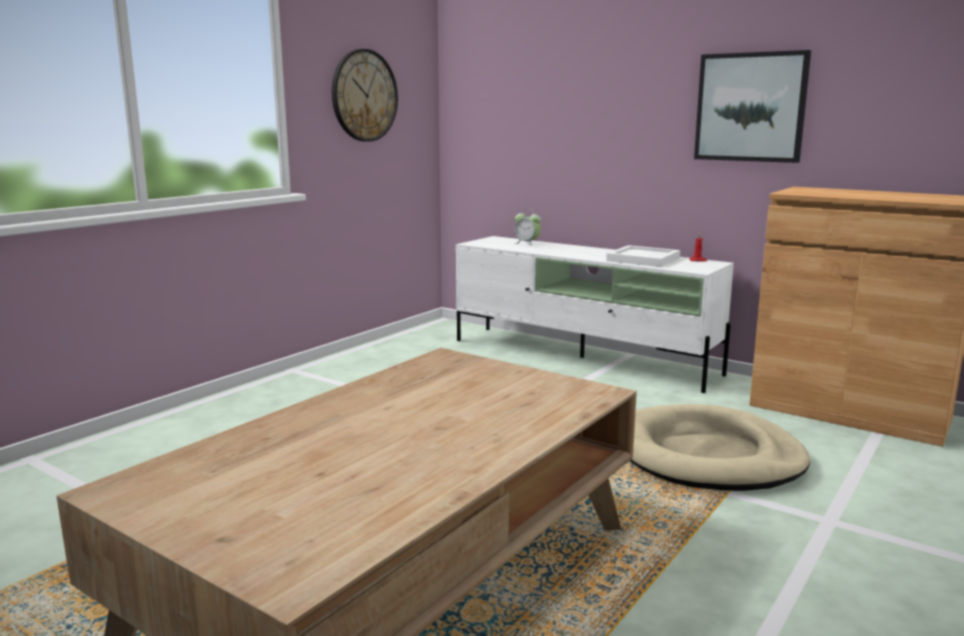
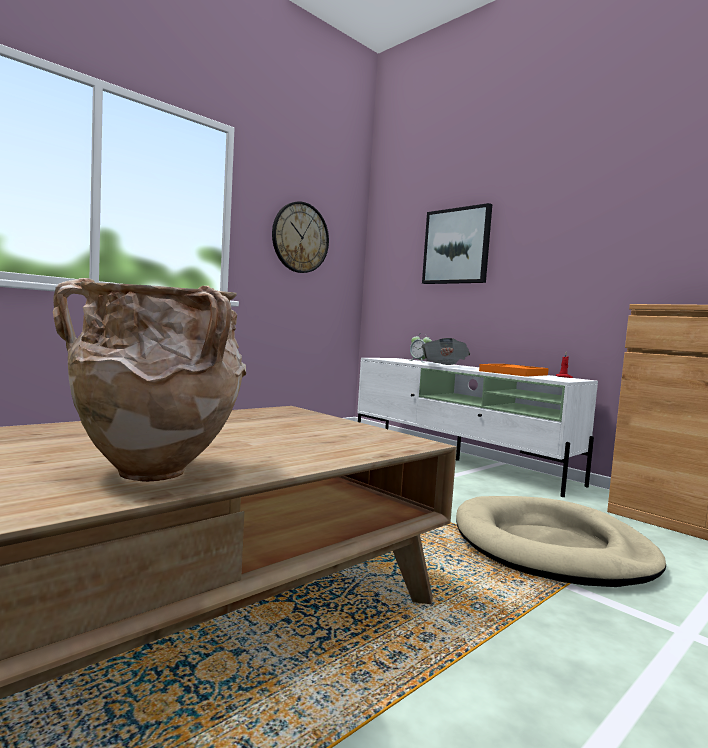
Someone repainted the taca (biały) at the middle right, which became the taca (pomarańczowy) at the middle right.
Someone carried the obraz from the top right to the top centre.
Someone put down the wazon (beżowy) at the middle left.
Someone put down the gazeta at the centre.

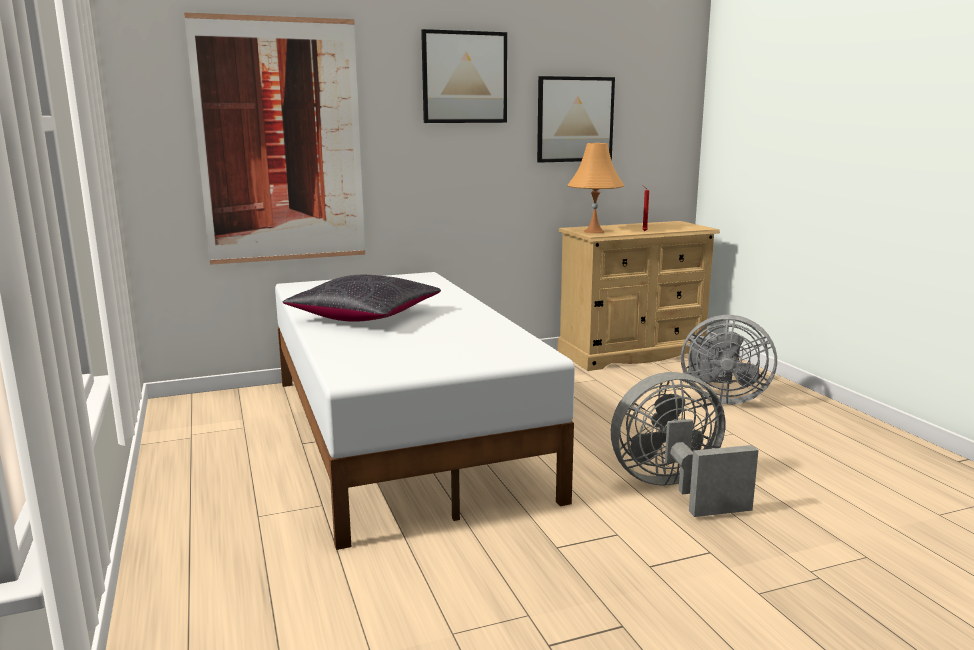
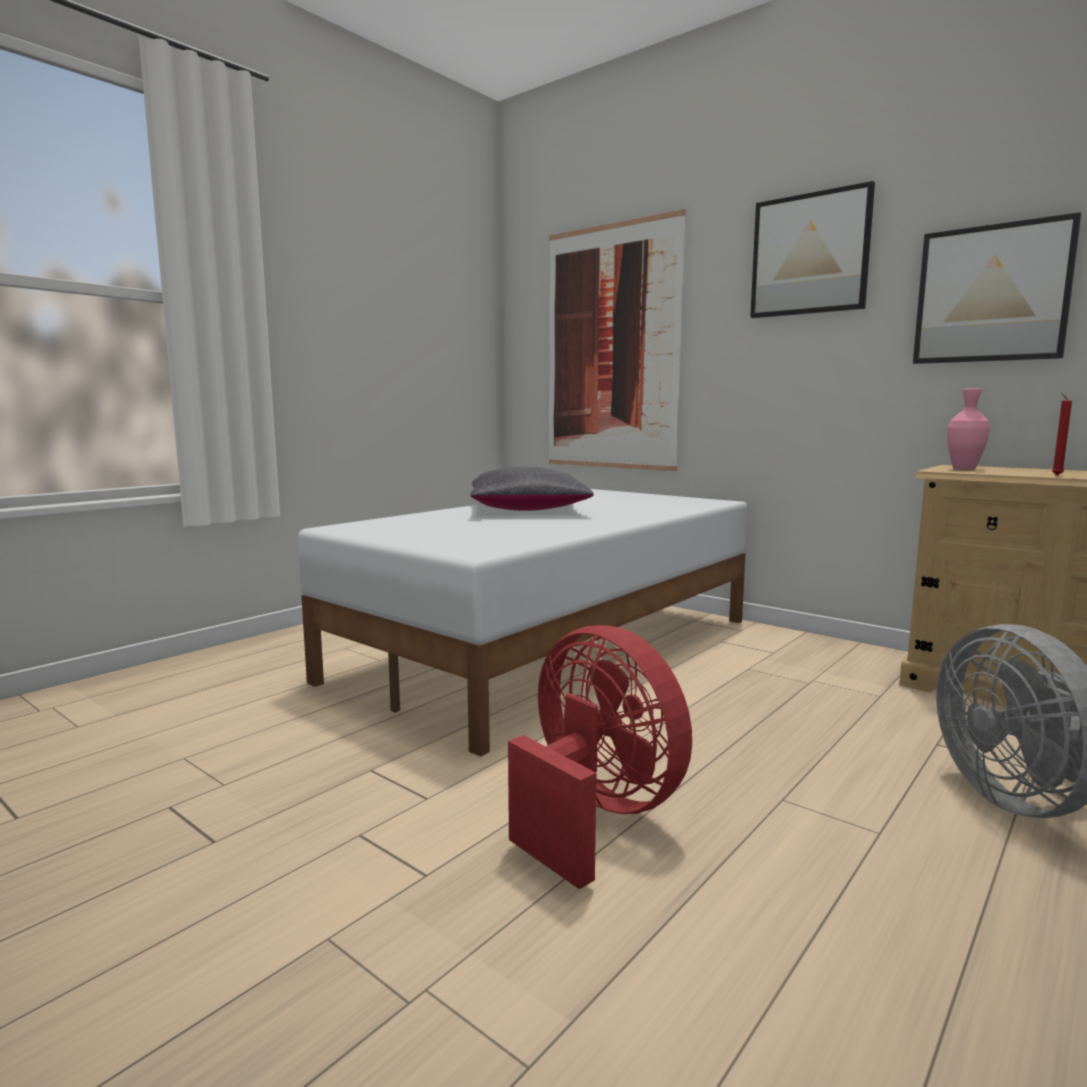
Someone swapped the lampa stołowa (pomarańczowy) at the top centre for the wazon (różowy) at the middle right.
Someone repainted the wentylator (szary) (1st from left) at the bottom right, which became the wentylator (czerwony) at the bottom centre.

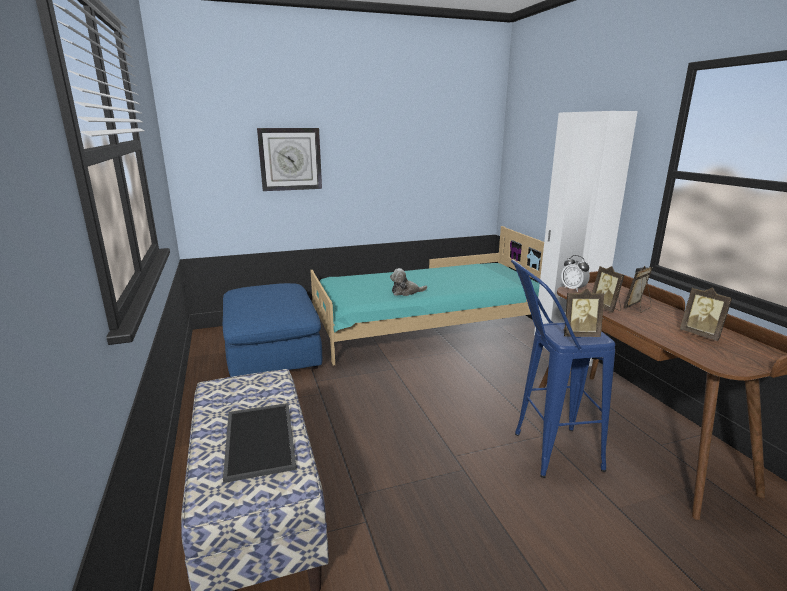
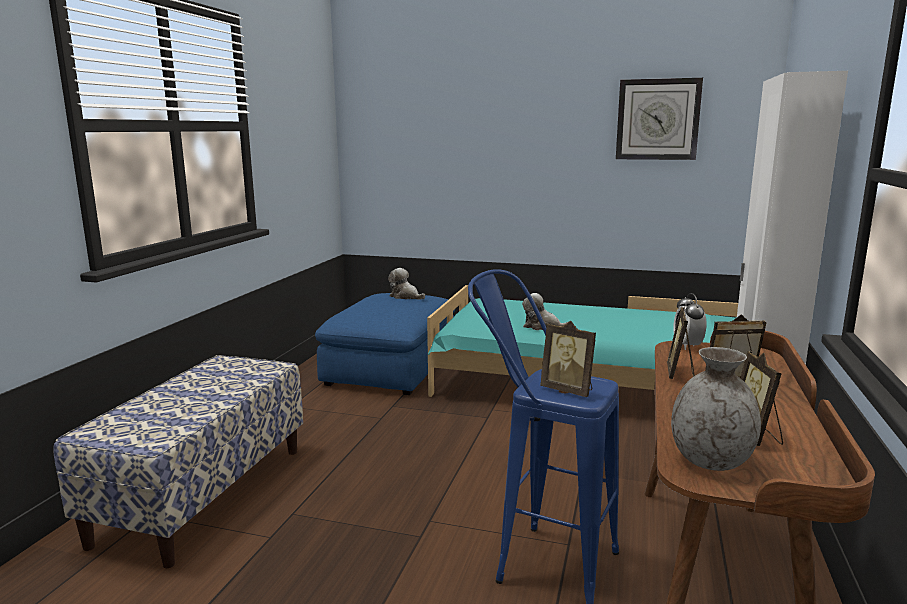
Someone took away the taca at the bottom left.
Someone carried the zegar ścienny from the top centre to the top right.
Someone put down the pluszak (1st from left) at the centre.
Someone put down the wazon (szary) at the bottom right.

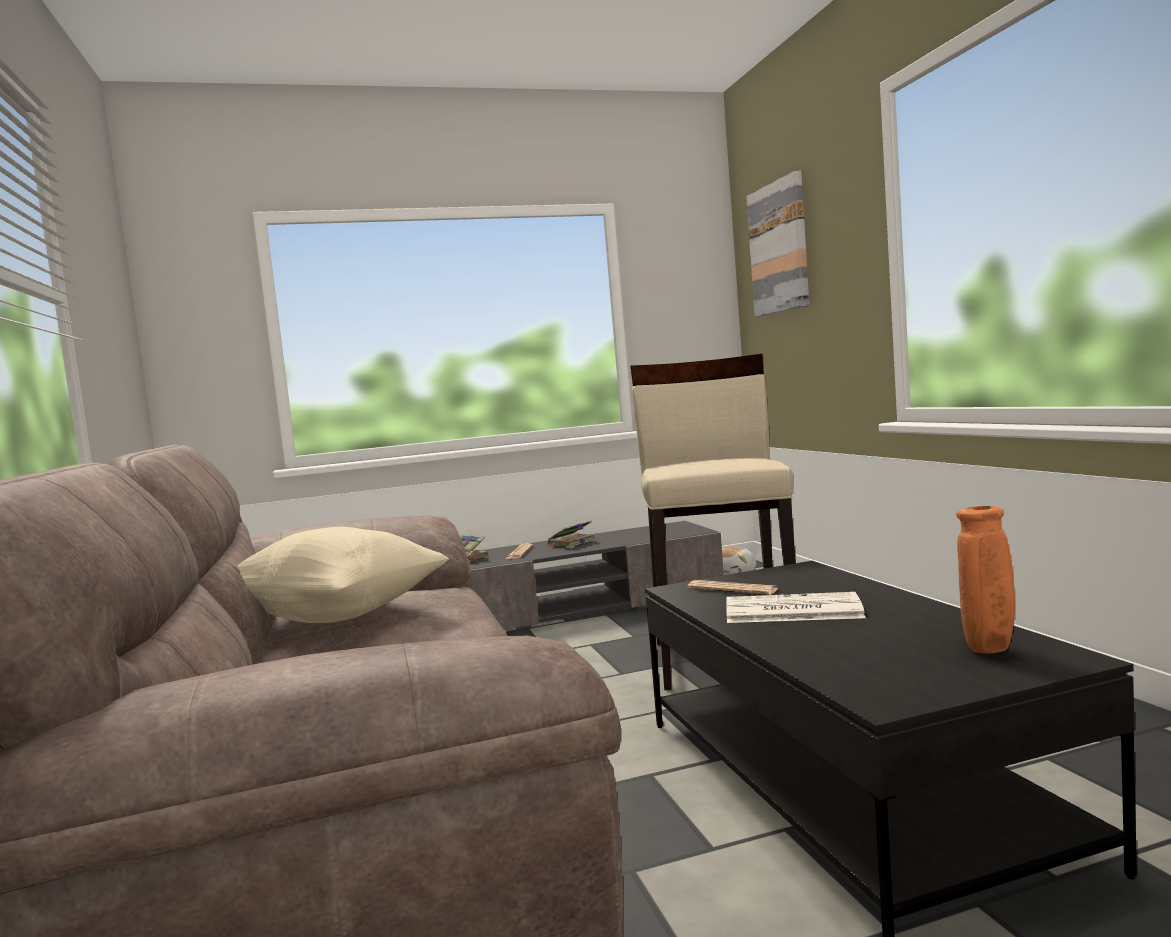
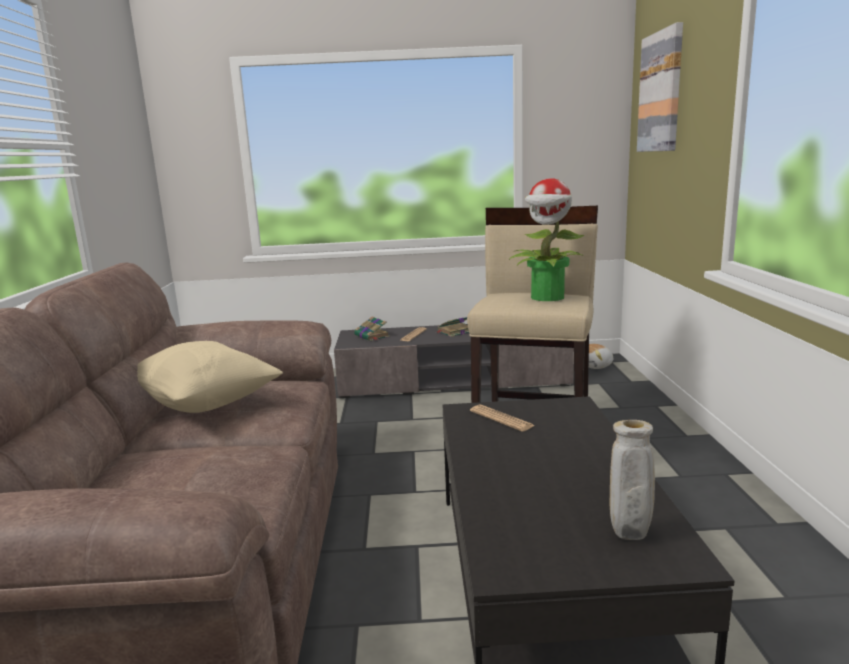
Someone took away the gazeta (3rd from left) at the middle right.
Someone repainted the wazon (pomarańczowy) at the middle right, which became the wazon (beżowy) at the bottom right.
Someone put down the roślina doniczkowa at the centre.

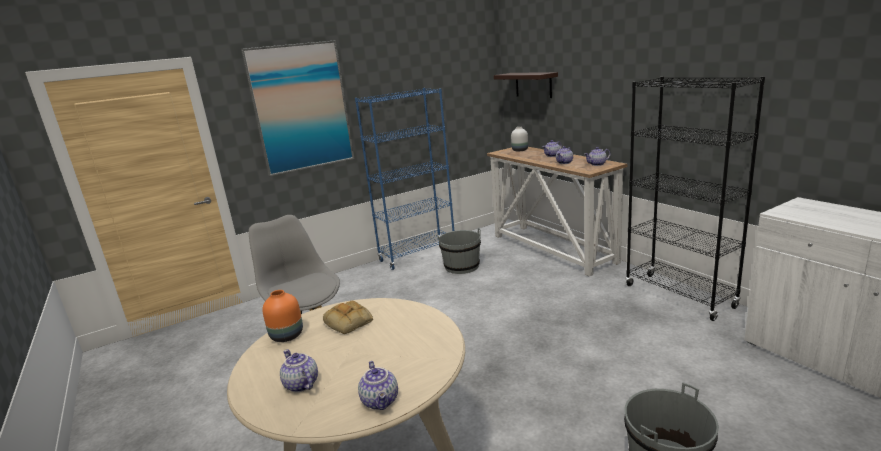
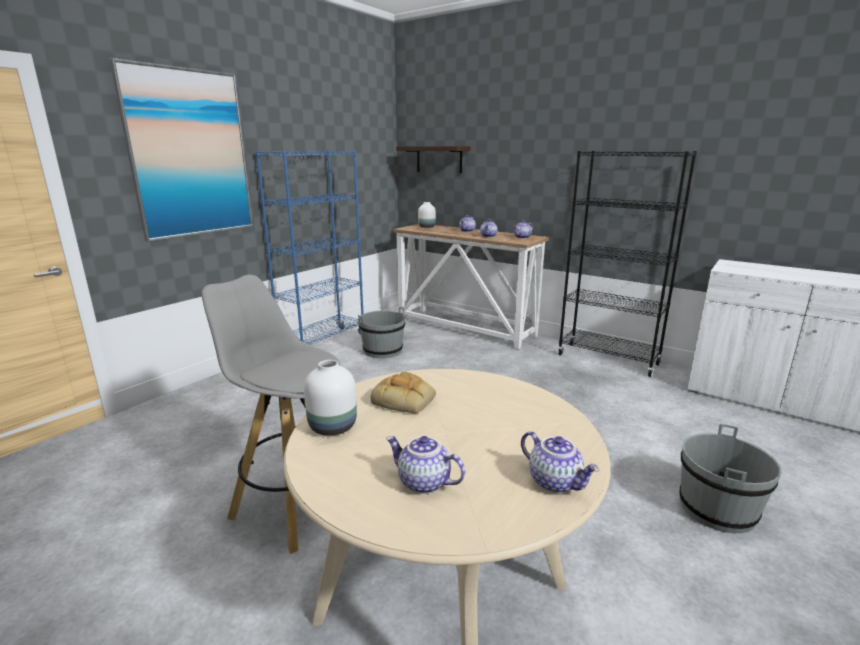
Someone repainted the wazon (pomarańczowy) at the bottom left, which became the wazon (biały) (1st from left) at the centre.

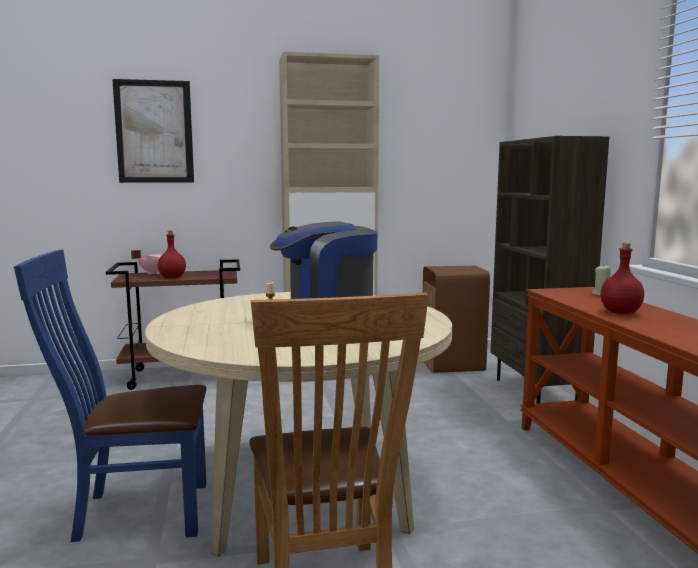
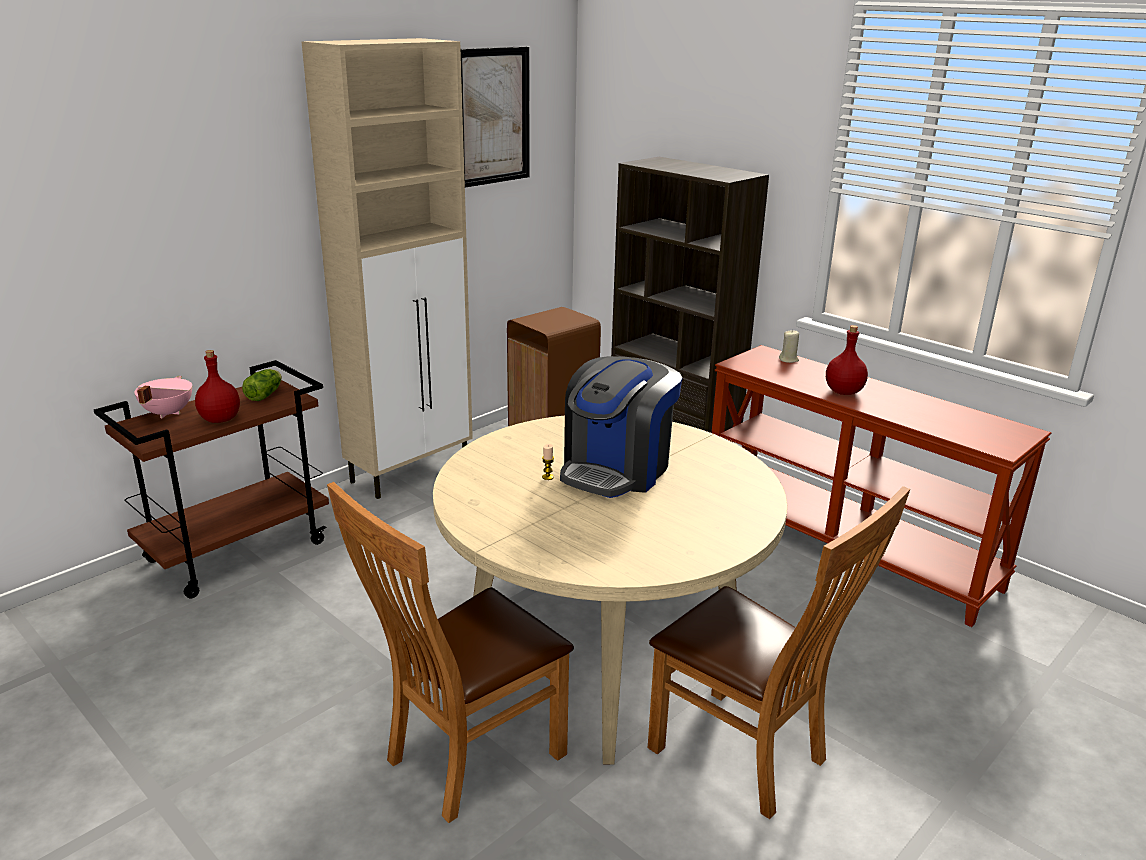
Someone repainted the krzesło (niebieski) at the bottom left, which became the krzesło (brązowy) (1st from left) at the bottom centre.
Someone carried the obraz from the top left to the top centre.
Someone put down the sałata at the middle left.

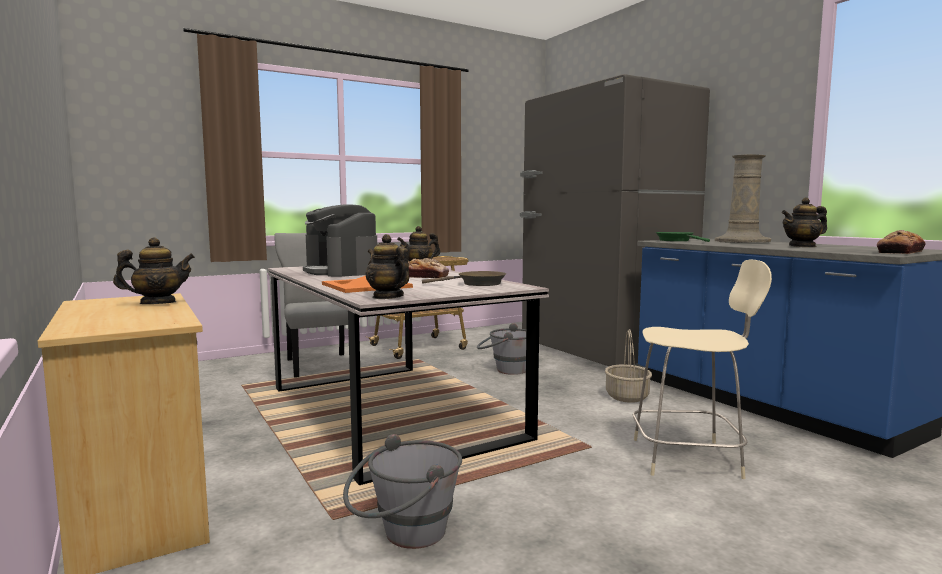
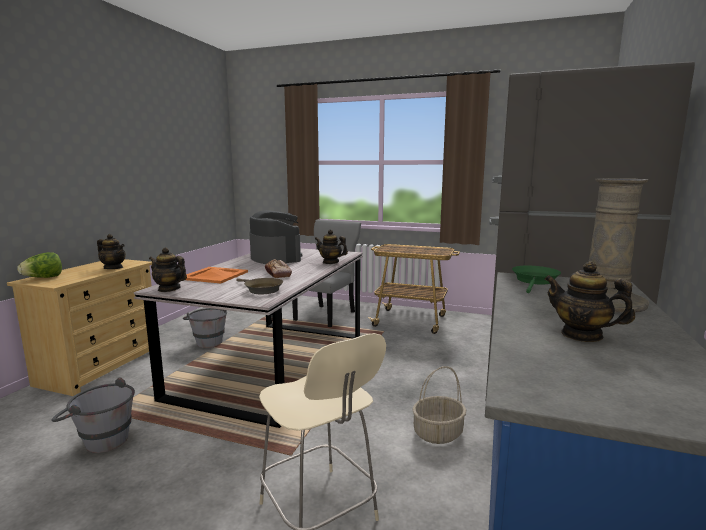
Someone rotated the ekspres do kawy at the centre by 135 degrees clockwise.
Someone rotated the imbryk (2nd from left) at the centre by 75 degrees counterclockwise.
Someone carried the wiadro (szary) (2nd from left) from the centre to the middle left.
Someone took away the chleb (2nd from left) at the middle right.
Someone put down the sałata at the middle left.

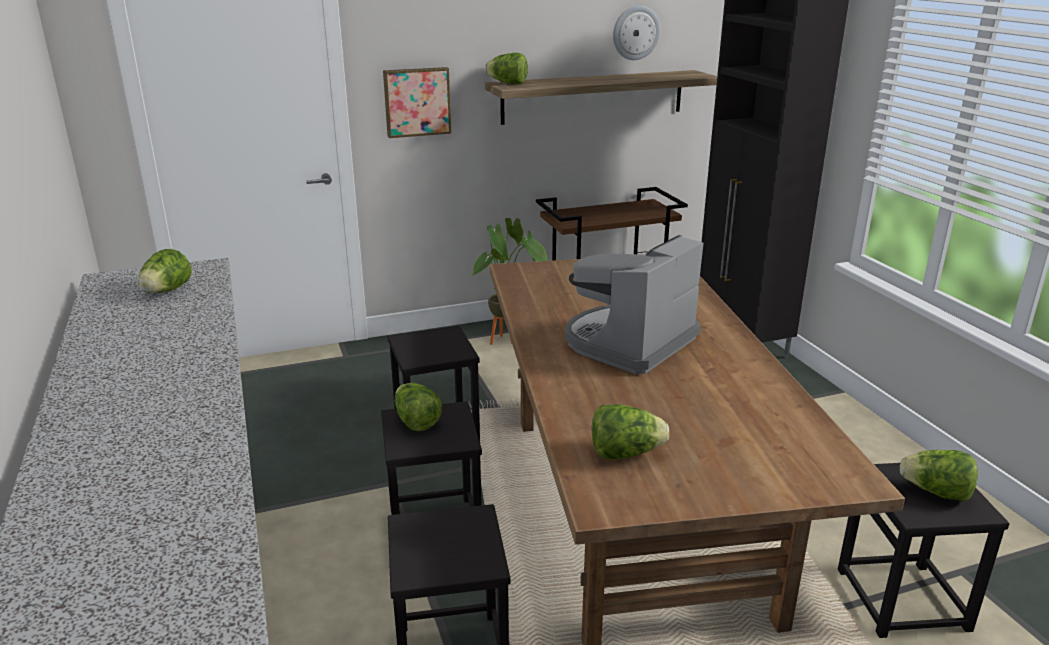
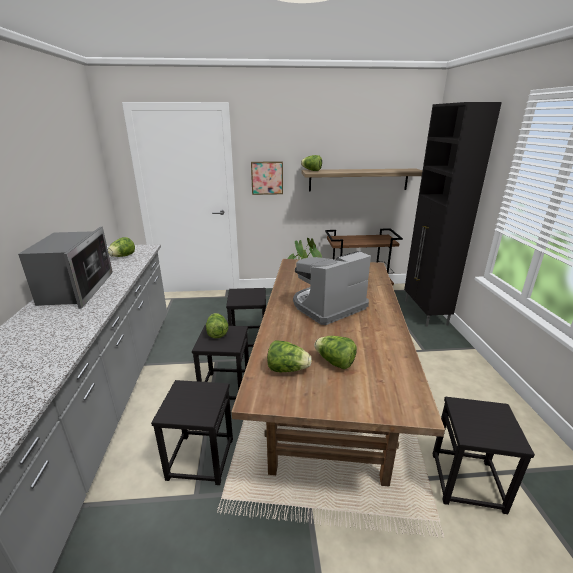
Someone took away the zegar ścienny at the top centre.
Someone carried the sałata (5th from left) from the bottom right to the centre.
Someone put down the mikrofalówka at the middle left.

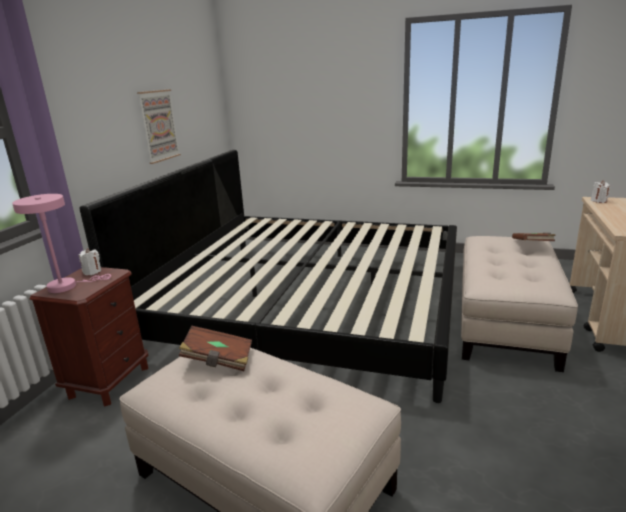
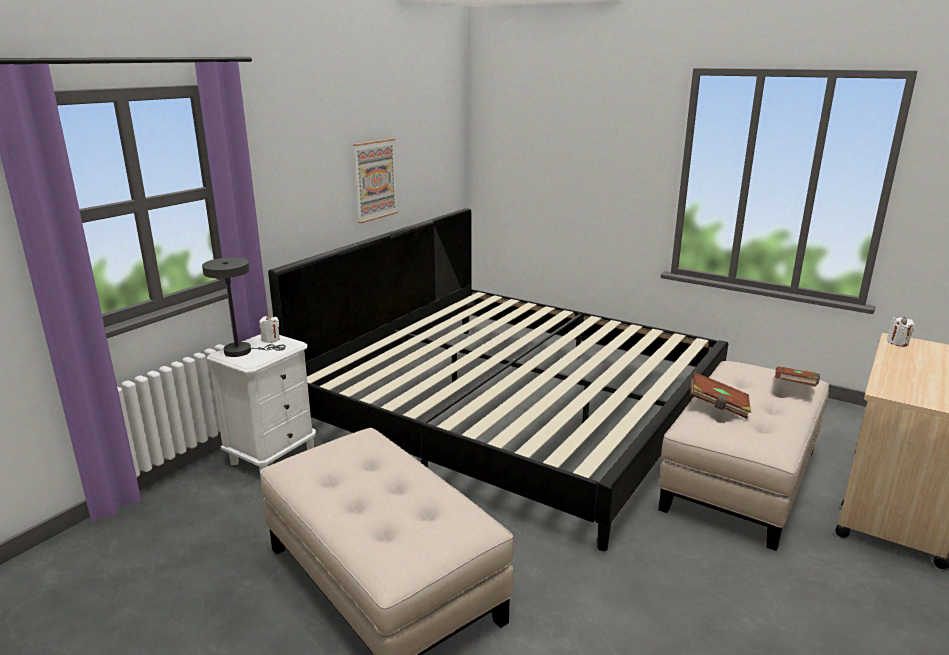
Someone repainted the lampa stołowa (różowy) at the middle left, which became the lampa stołowa (szary) at the middle left.
Someone repainted the szafka nocna (brązowy) at the middle left, which became the szafka nocna (biały) at the middle left.
Someone carried the książka (brązowy) (1st from left) from the bottom centre to the middle right.

